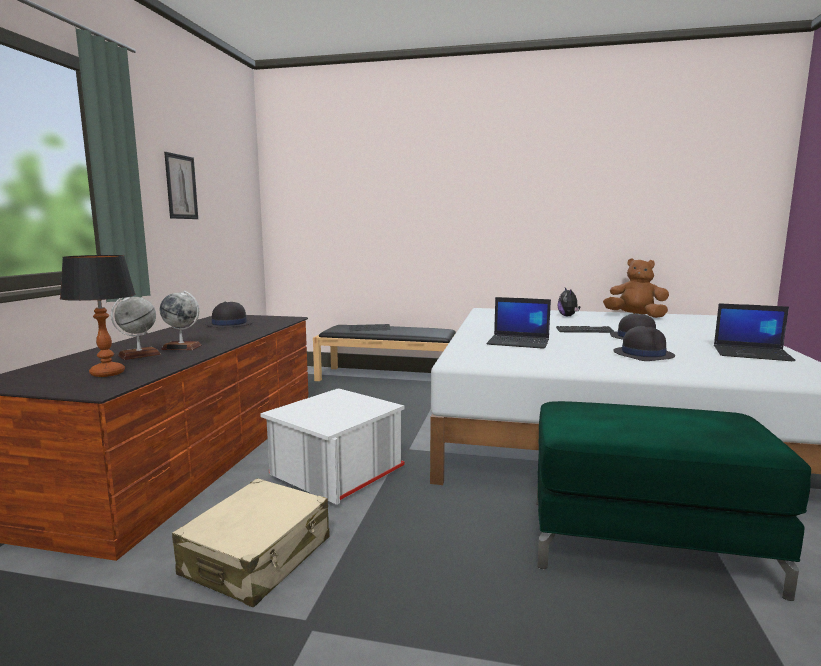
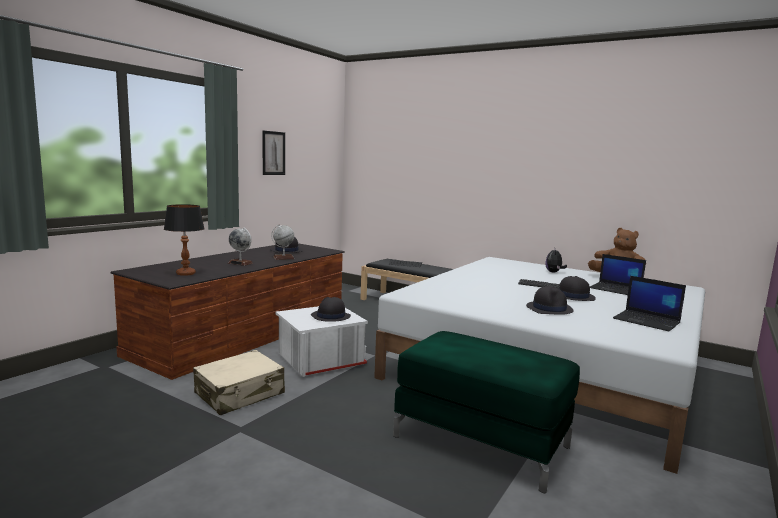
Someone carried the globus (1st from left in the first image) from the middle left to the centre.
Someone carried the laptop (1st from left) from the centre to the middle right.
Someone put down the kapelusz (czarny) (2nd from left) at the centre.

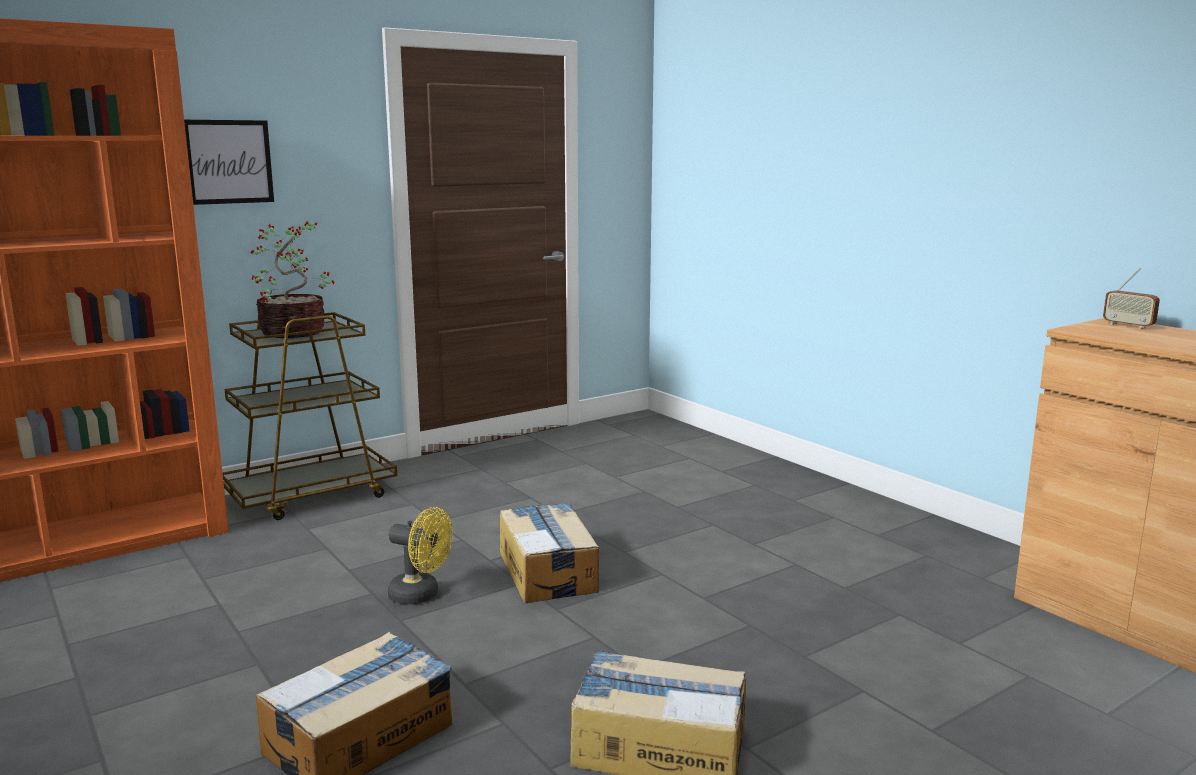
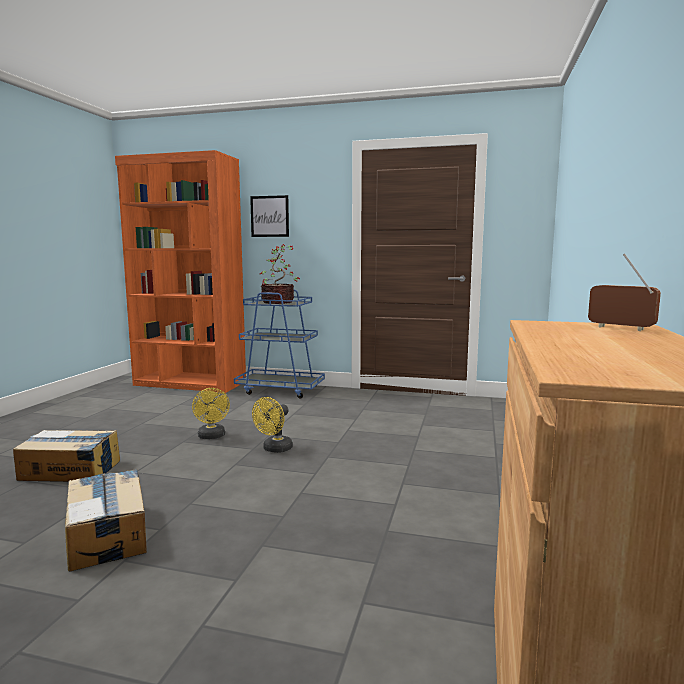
Someone repainted the wózek (brązowy) at the middle left, which became the wózek (niebieski) at the centre.
Someone swapped the karton (2nd from left) at the bottom centre for the wentylator (żółty) (2nd from left) at the centre.
Someone rotated the radio at the middle right by 120 degrees clockwise.

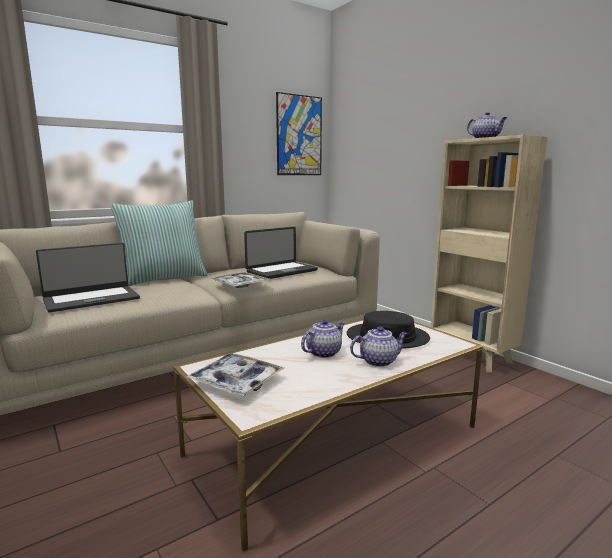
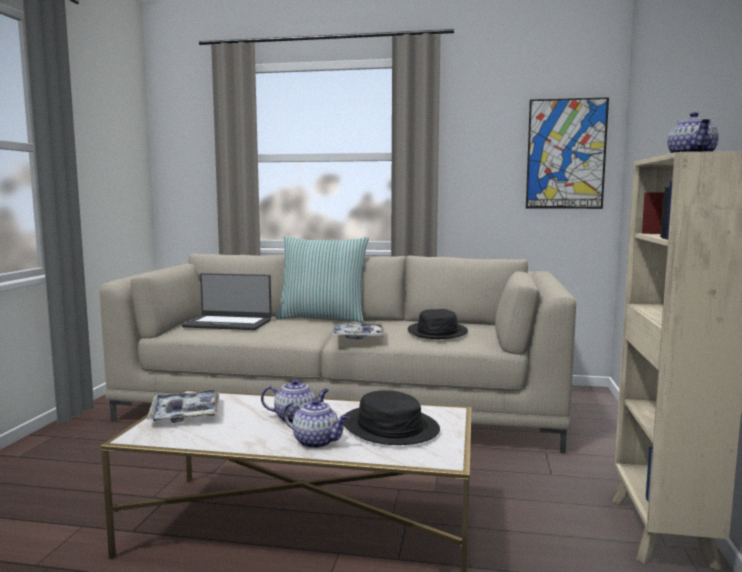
Someone swapped the laptop (2nd from left) at the centre for the kapelusz (czarny) (2nd from left) at the centre.

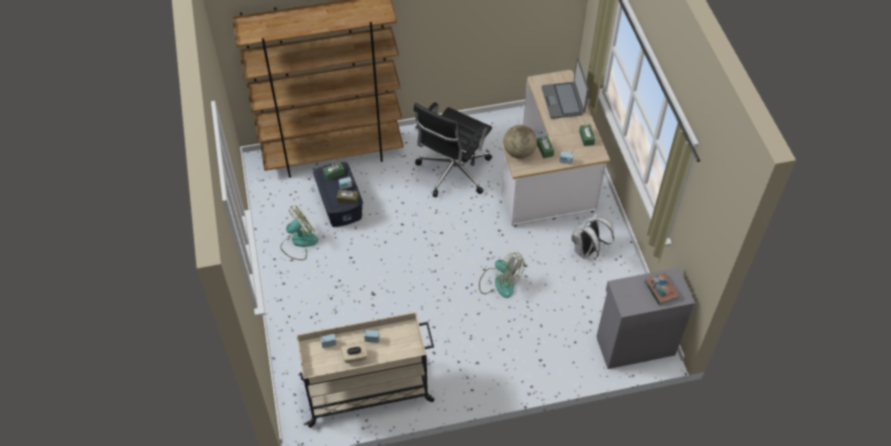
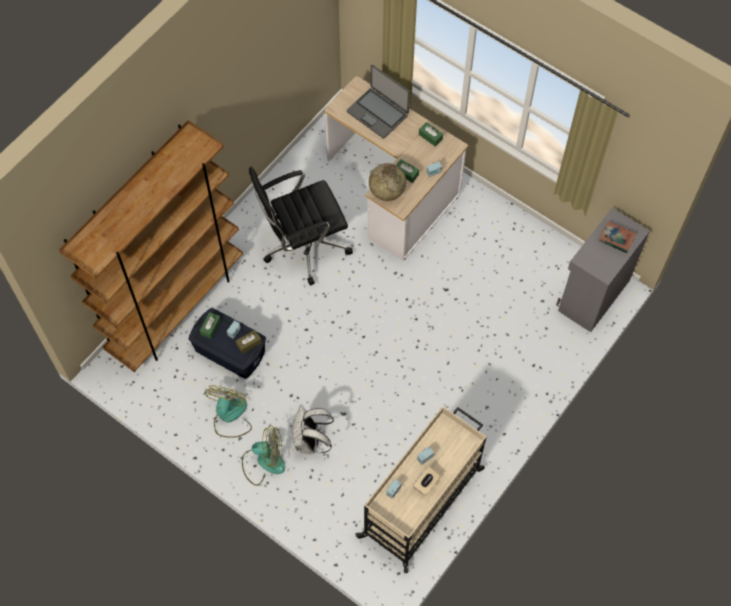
Someone rotated the krzesło biurowe (czarny) at the centre by 75 degrees clockwise.
Someone carried the wentylator (2nd from left) from the centre to the bottom centre.
Someone carried the plecak (biały) from the centre to the bottom centre.

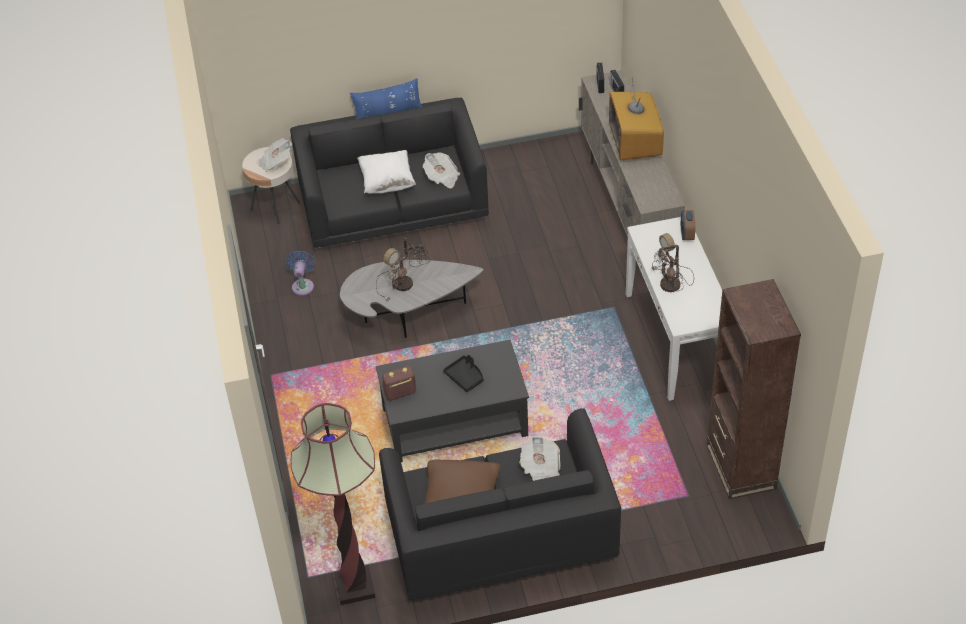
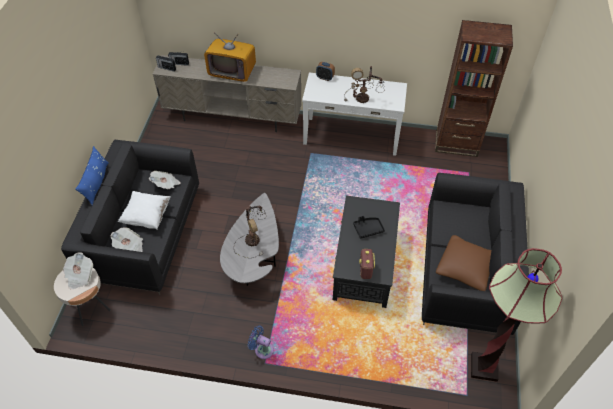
Someone carried the wentylator (niebieski) from the middle left to the bottom centre.
Someone carried the gazeta (3rd from left in the first image) from the bottom centre to the middle left.

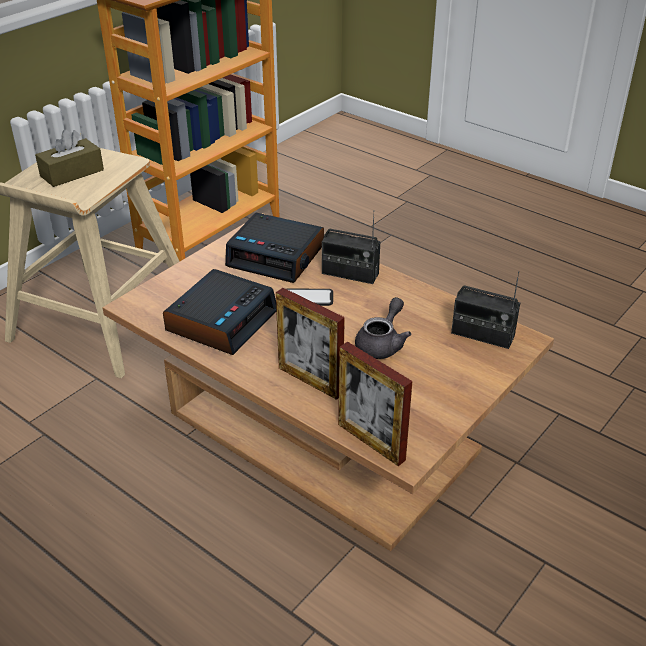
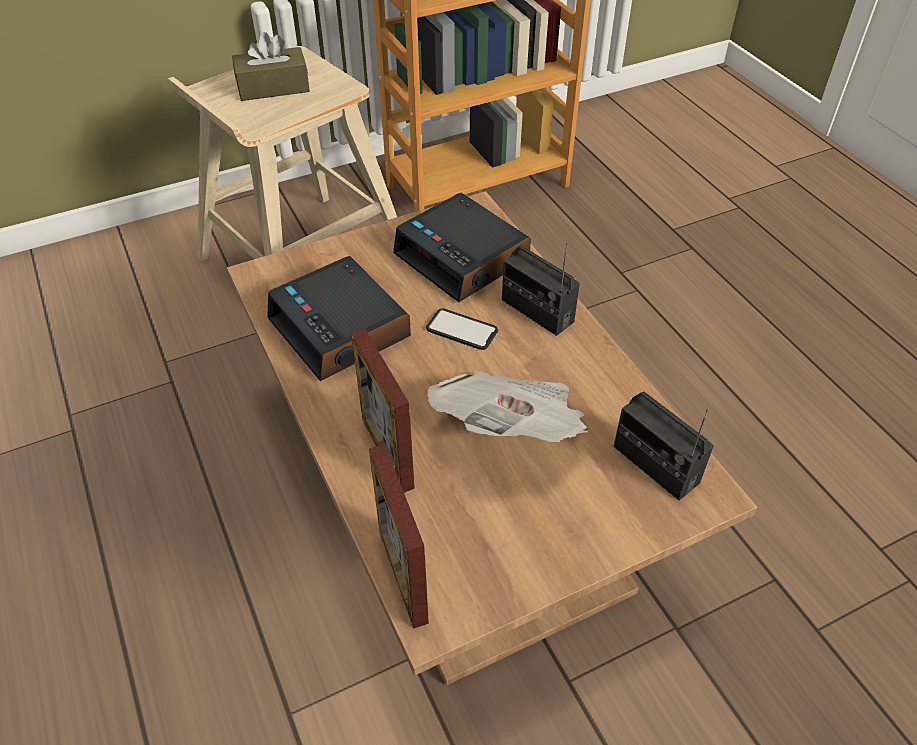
Someone rotated the budzik (1st from left) at the centre by 90 degrees clockwise.
Someone swapped the imbryk (szary) at the centre for the gazeta at the centre.

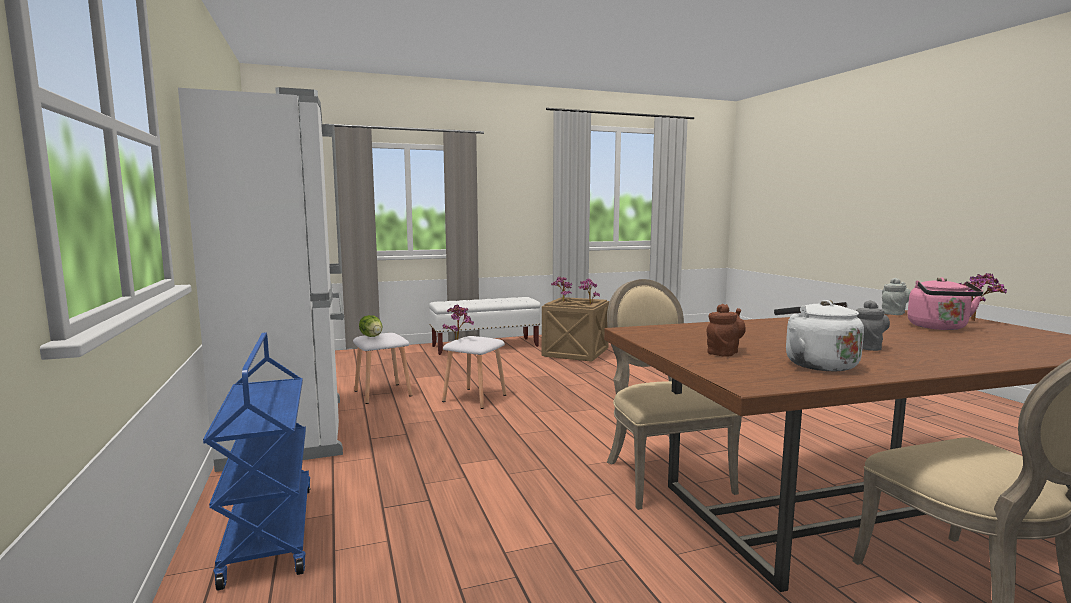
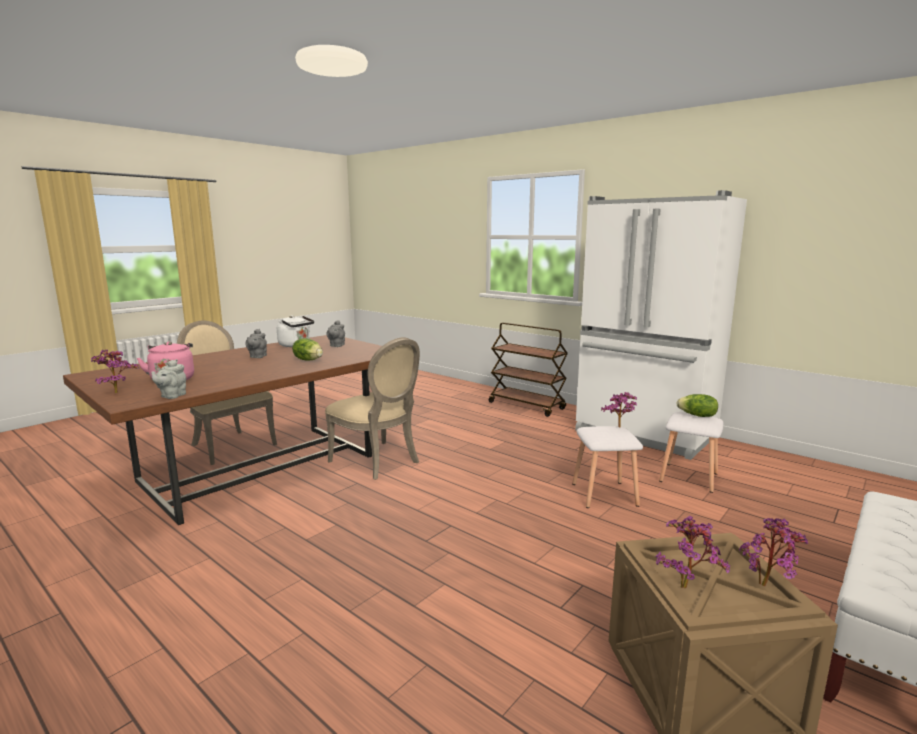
Someone repainted the wózek (niebieski) at the bottom left, which became the wózek (brązowy) at the centre.
Someone repainted the imbryk (brązowy) at the middle right, which became the imbryk (szary) (3rd from left) at the centre.
Someone put down the sałata (1st from left) at the centre.

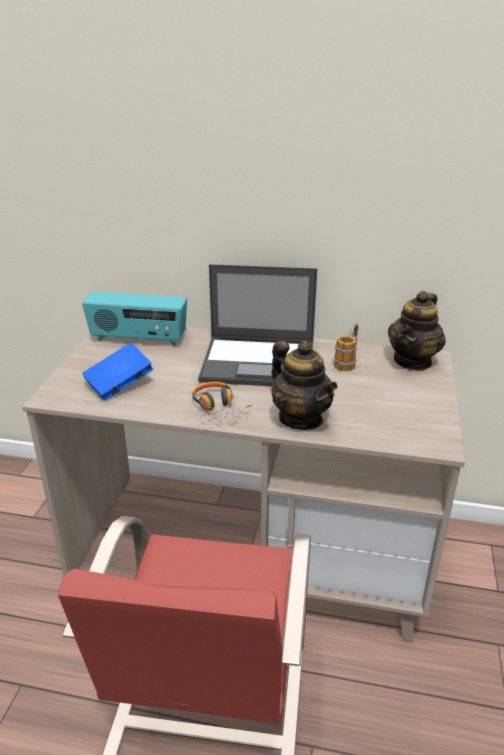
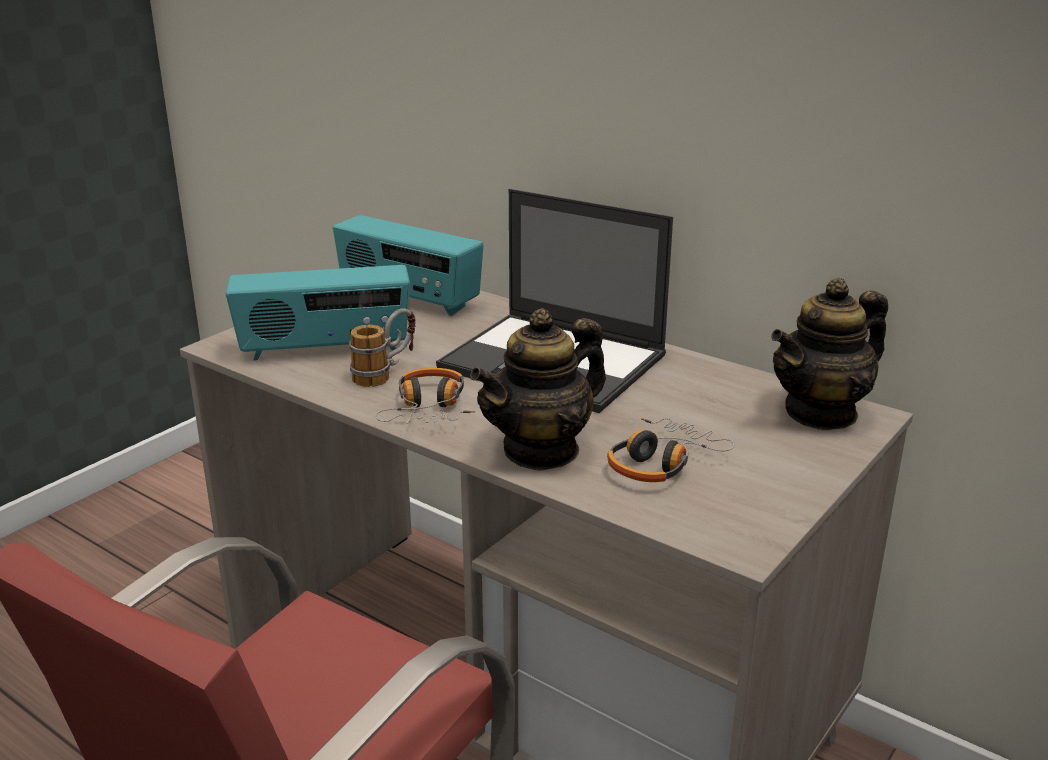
Someone swapped the książka (niebieski) at the middle left for the radio (1st from left) at the middle left.
Someone rotated the imbryk (1st from left) at the centre by 60 degrees clockwise.
Someone carried the kubek from the middle right to the centre.
Someone put down the słuchawki (2nd from left) at the centre.

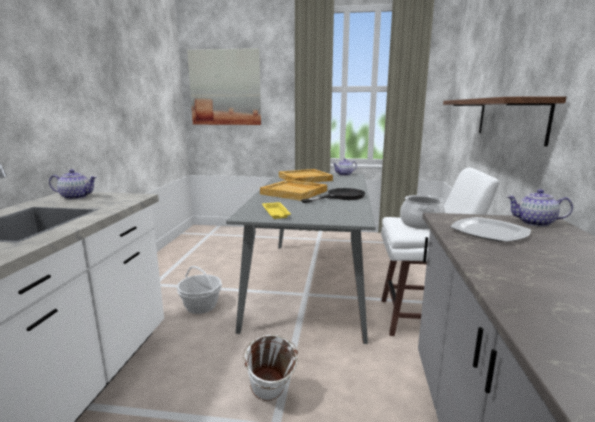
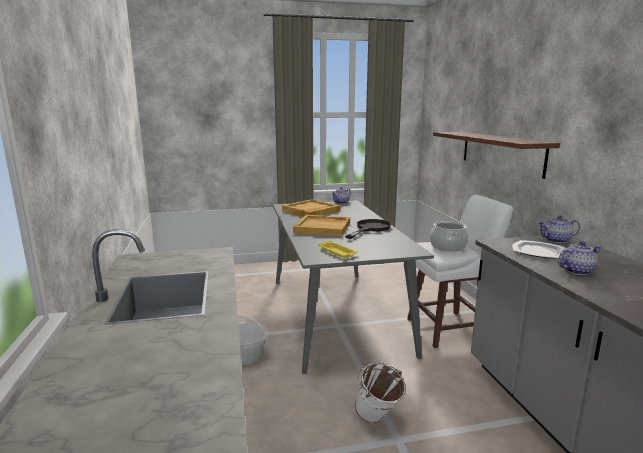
Someone carried the imbryk (1st from left in the first image) from the middle left to the middle right.
Someone took away the obraz at the top centre.

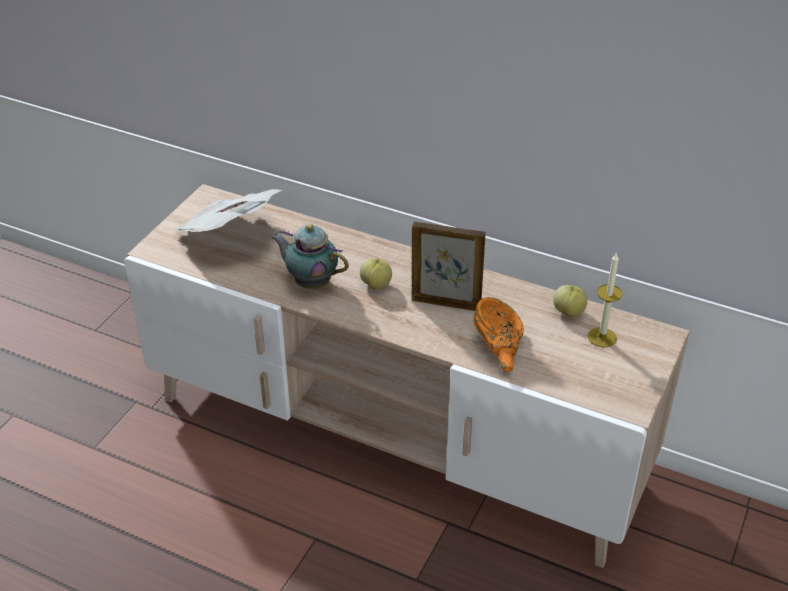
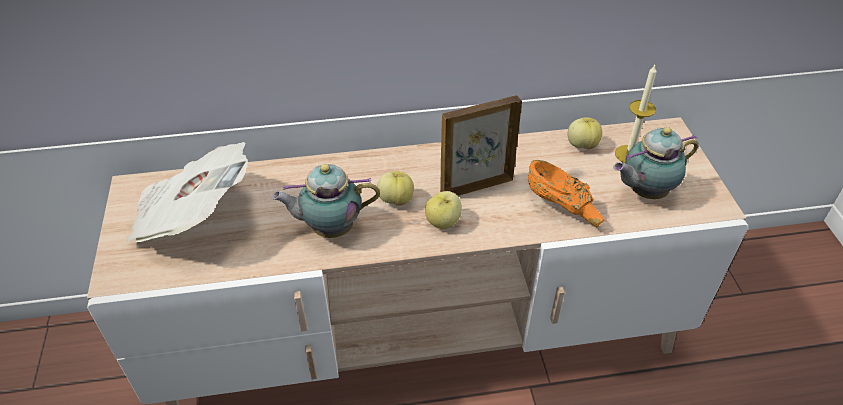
Someone put down the jabłko (2nd from left) at the centre.
Someone put down the imbryk (2nd from left) at the middle right.

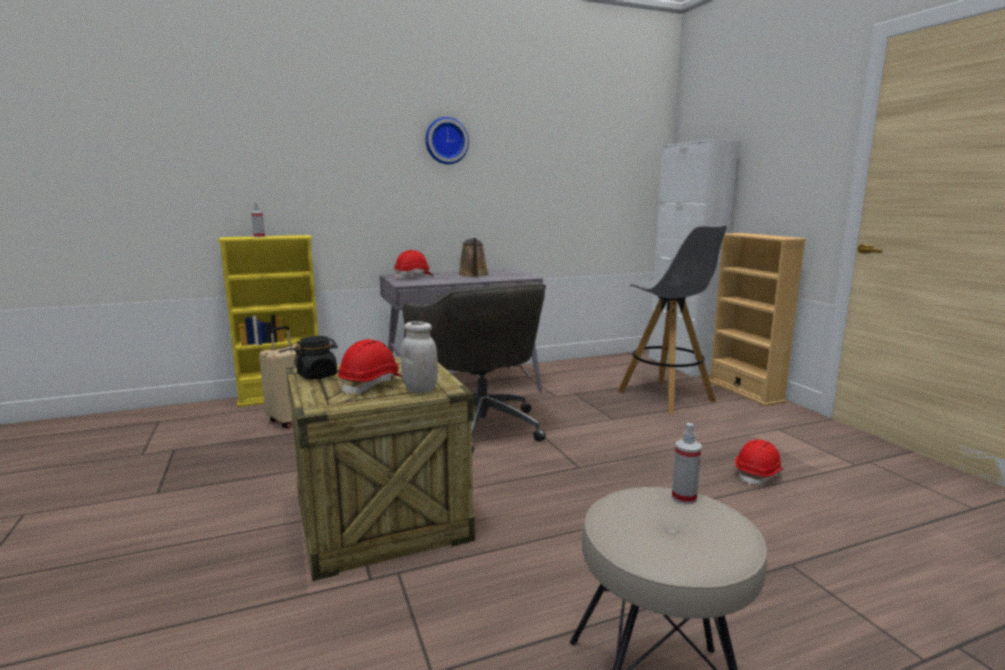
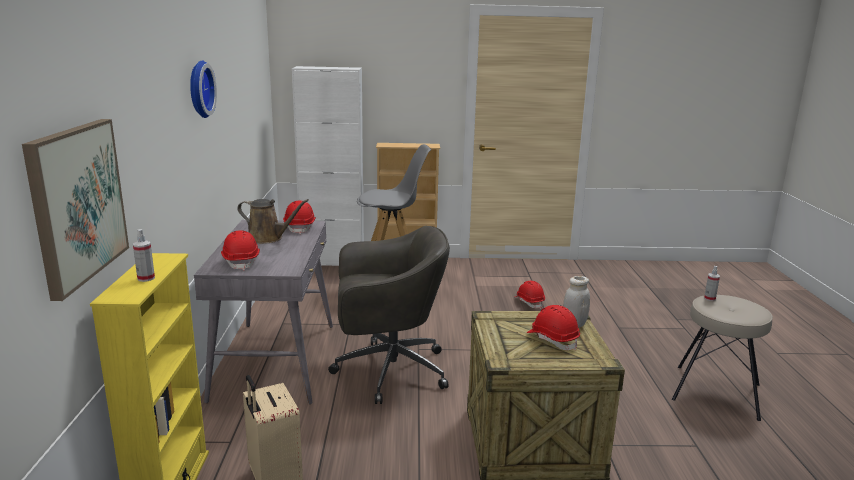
Someone took away the słoik (czarny) at the middle left.
Someone put up the obraz at the middle left.
Someone put down the kask (czerwony) (2nd from left) at the centre.

